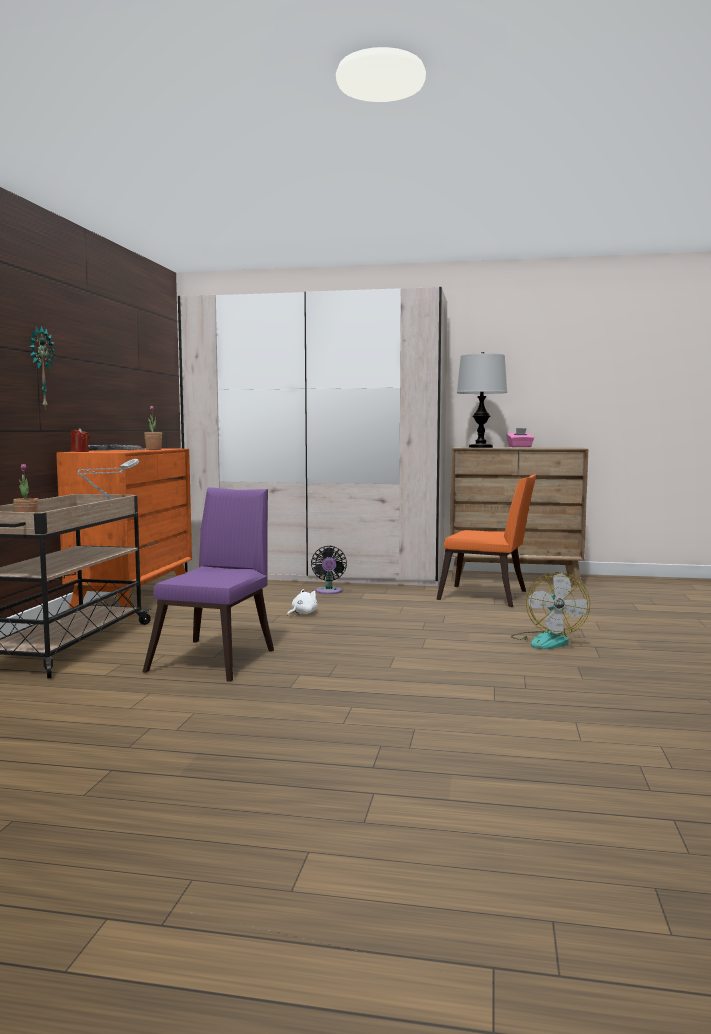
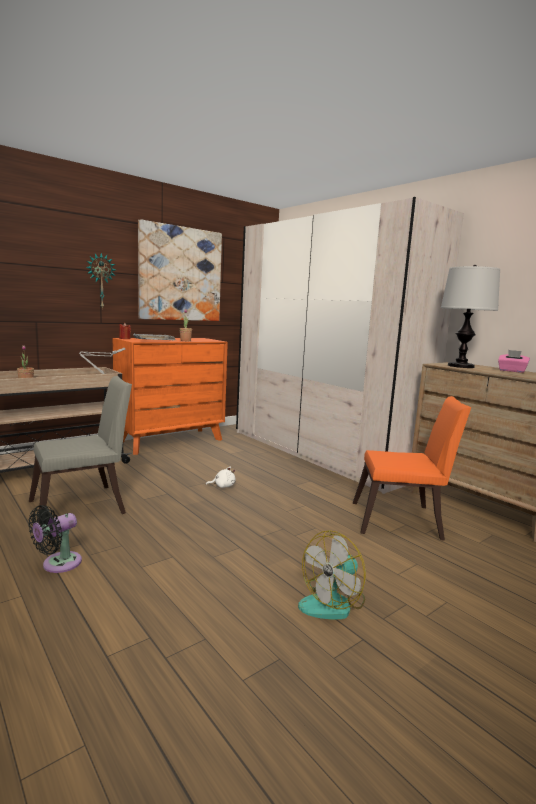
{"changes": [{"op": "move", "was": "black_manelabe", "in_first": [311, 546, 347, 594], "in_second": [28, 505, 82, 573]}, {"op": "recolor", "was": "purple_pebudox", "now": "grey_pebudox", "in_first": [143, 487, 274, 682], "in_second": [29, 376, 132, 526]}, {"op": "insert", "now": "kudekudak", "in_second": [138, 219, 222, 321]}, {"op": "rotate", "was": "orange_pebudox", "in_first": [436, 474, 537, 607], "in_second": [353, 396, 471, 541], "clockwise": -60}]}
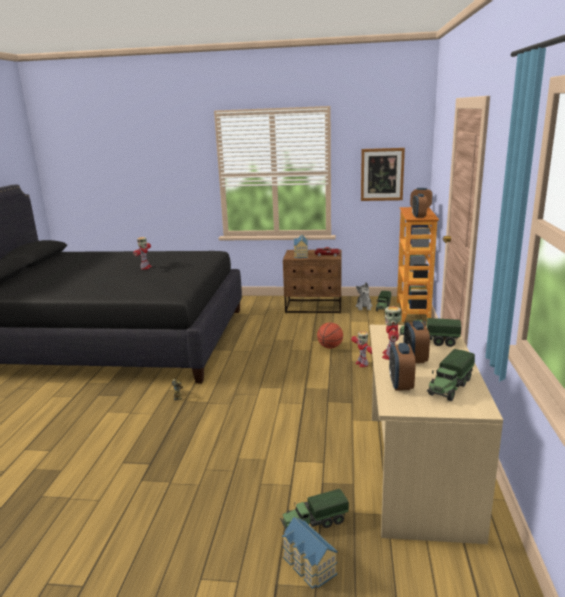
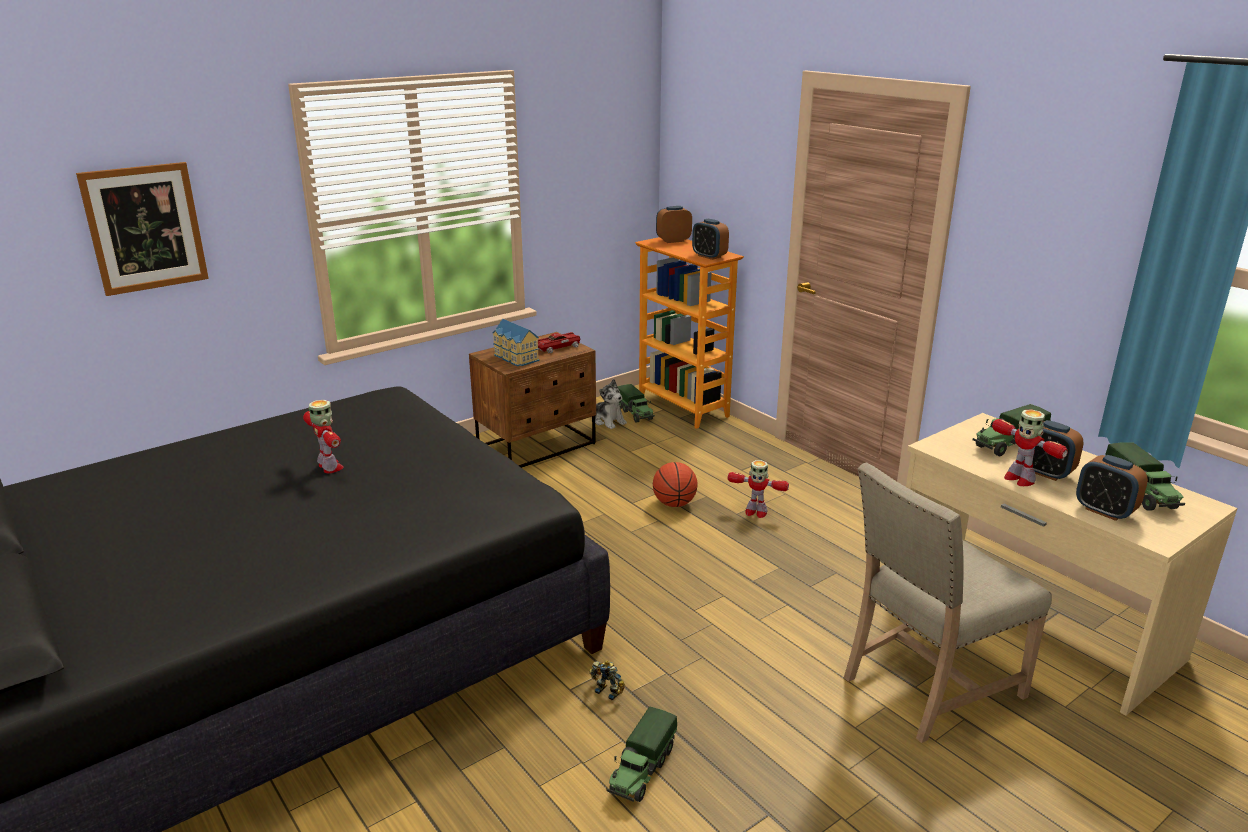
{"changes": [{"op": "move", "was": "kudekudak", "in_first": [361, 148, 405, 201], "in_second": [76, 162, 209, 296]}, {"op": "move", "was": "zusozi", "in_first": [280, 489, 349, 530], "in_second": [607, 707, 677, 802]}, {"op": "insert", "now": "beige_pebudox", "in_second": [844, 462, 1052, 743]}, {"op": "delete", "was": "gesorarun", "in_first": [282, 517, 338, 589]}]}
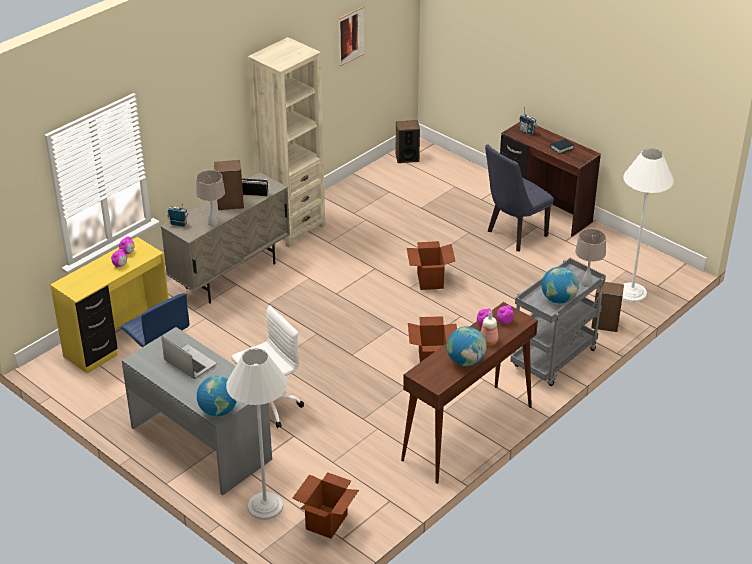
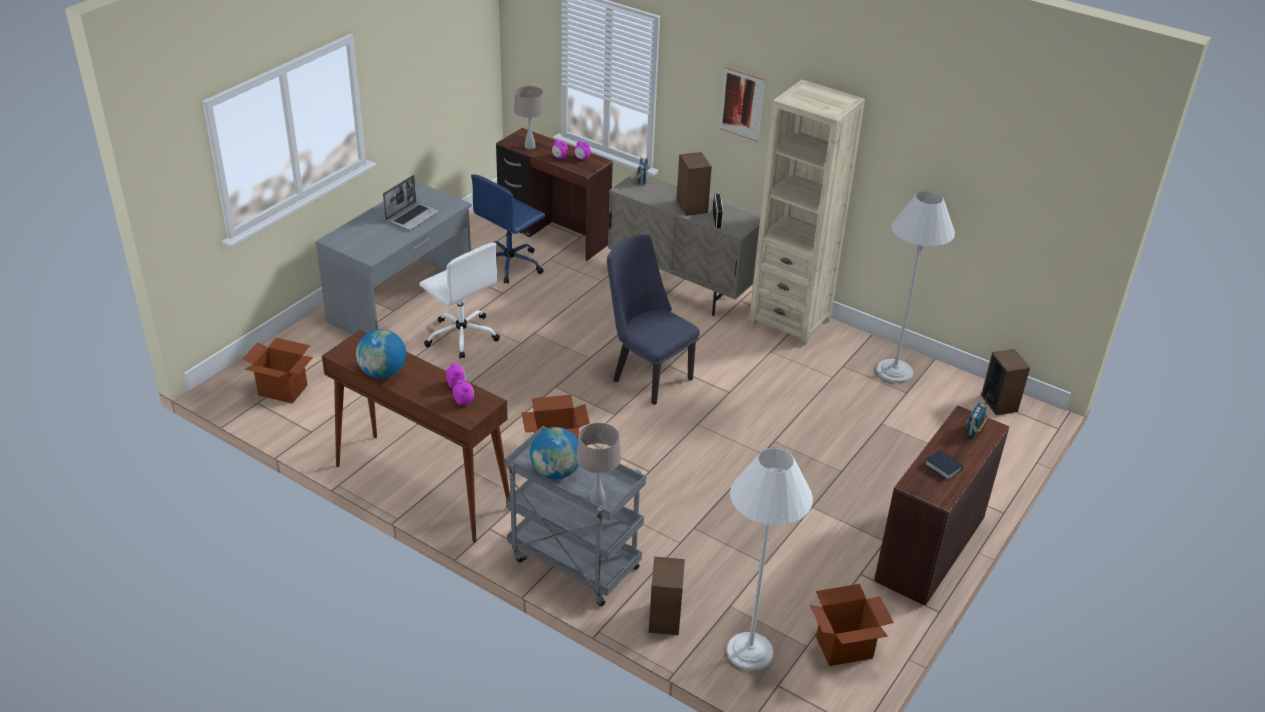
{"changes": [{"op": "recolor", "was": "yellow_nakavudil", "now": "brown_nakavudil", "in_first": [50, 237, 169, 374], "in_second": [496, 128, 613, 261]}, {"op": "move", "was": "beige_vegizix", "in_first": [196, 170, 225, 226], "in_second": [514, 86, 545, 149]}, {"op": "move", "was": "blue_pebudox", "in_first": [485, 145, 554, 251], "in_second": [607, 235, 700, 405]}, {"op": "move", "was": "kudekudak", "in_first": [339, 7, 364, 66], "in_second": [720, 67, 765, 142]}, {"op": "move", "was": "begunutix", "in_first": [407, 241, 455, 290], "in_second": [810, 584, 894, 666]}, {"op": "move", "was": "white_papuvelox", "in_first": [226, 348, 287, 520], "in_second": [876, 190, 955, 383]}, {"op": "delete", "was": "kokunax", "in_first": [197, 376, 237, 416]}, {"op": "delete", "was": "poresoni", "in_first": [481, 310, 498, 346]}]}
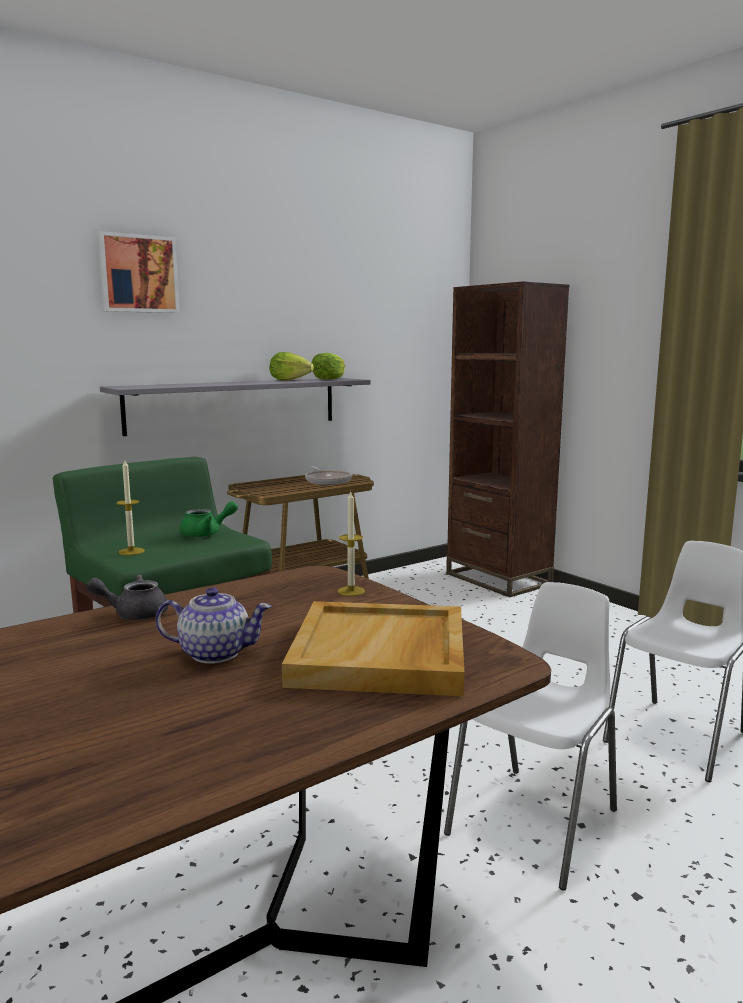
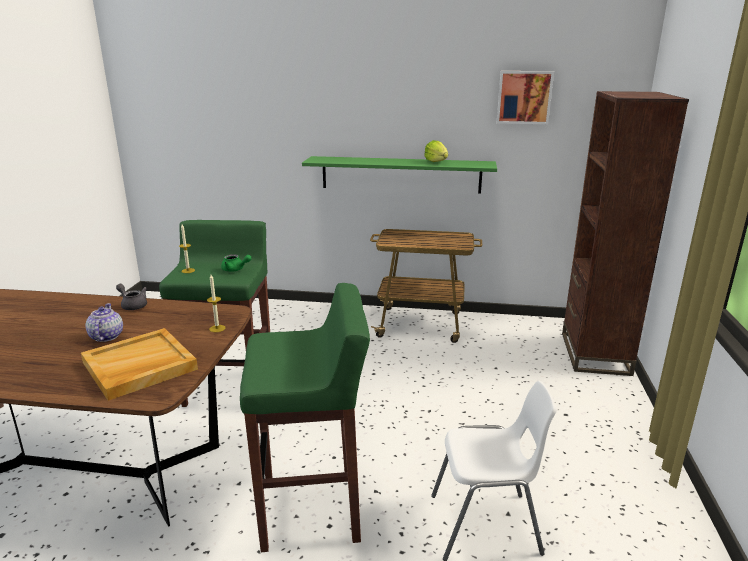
{"changes": [{"op": "rotate", "was": "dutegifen", "in_first": [155, 588, 272, 663], "in_second": [85, 303, 123, 342], "clockwise": -150}, {"op": "replace", "was": "white_pebudox", "now": "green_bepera", "in_first": [444, 582, 617, 891], "in_second": [240, 283, 370, 552]}, {"op": "recolor", "was": "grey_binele", "now": "green_binele", "in_first": [100, 378, 370, 436], "in_second": [302, 156, 497, 194]}, {"op": "move", "was": "kudekudak", "in_first": [97, 231, 180, 313], "in_second": [497, 71, 554, 124]}, {"op": "delete", "was": "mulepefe", "in_first": [305, 466, 352, 485]}, {"op": "delete", "was": "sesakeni", "in_first": [312, 353, 345, 380]}]}
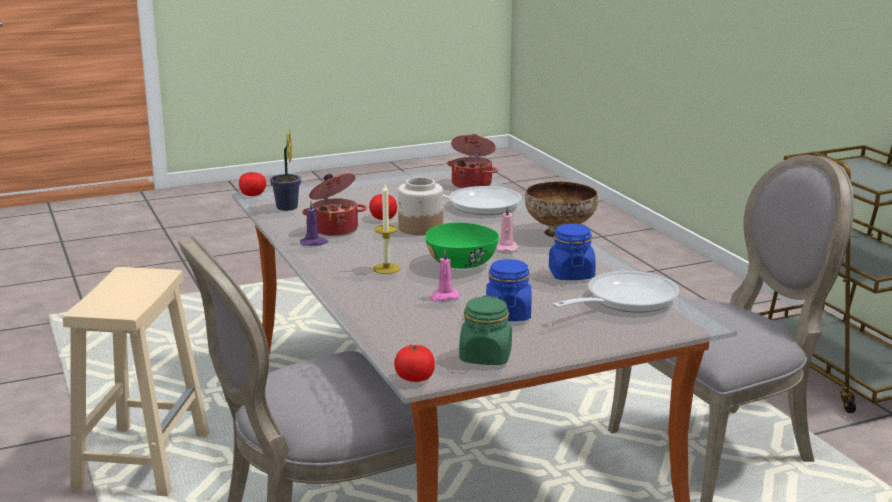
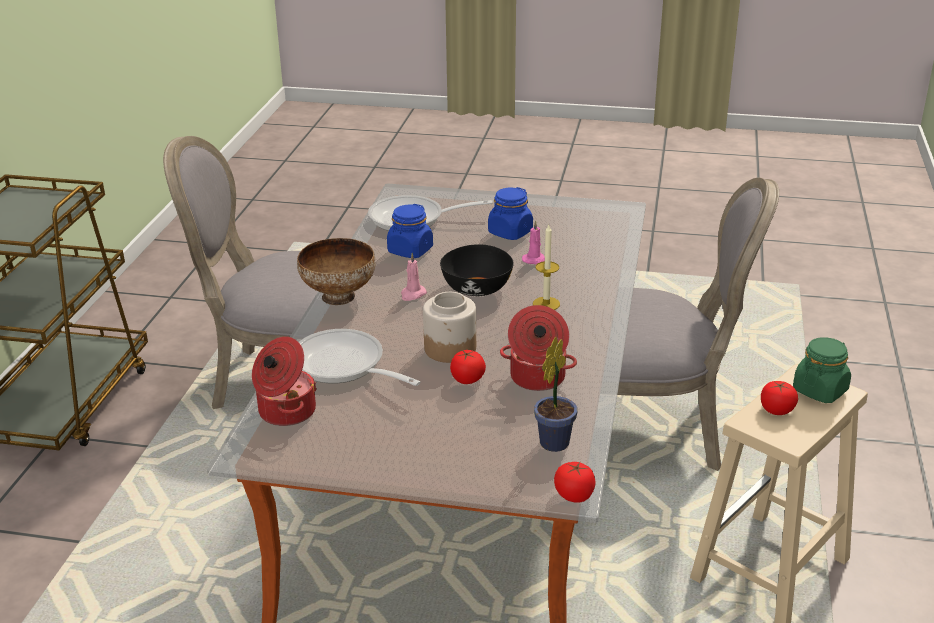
{"changes": [{"op": "recolor", "was": "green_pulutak", "now": "black_pulutak", "in_first": [425, 222, 499, 269], "in_second": [440, 244, 514, 296]}, {"op": "move", "was": "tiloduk", "in_first": [394, 345, 435, 382], "in_second": [761, 381, 798, 415]}, {"op": "move", "was": "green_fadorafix", "in_first": [459, 296, 512, 365], "in_second": [793, 337, 851, 403]}, {"op": "delete", "was": "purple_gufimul", "in_first": [300, 200, 328, 246]}]}
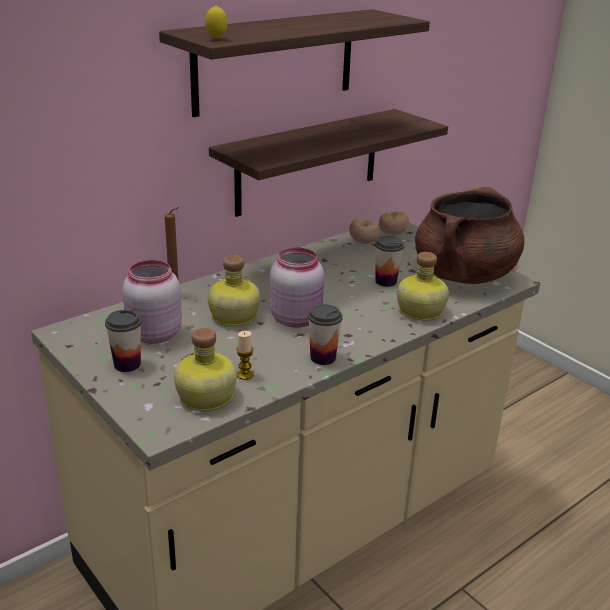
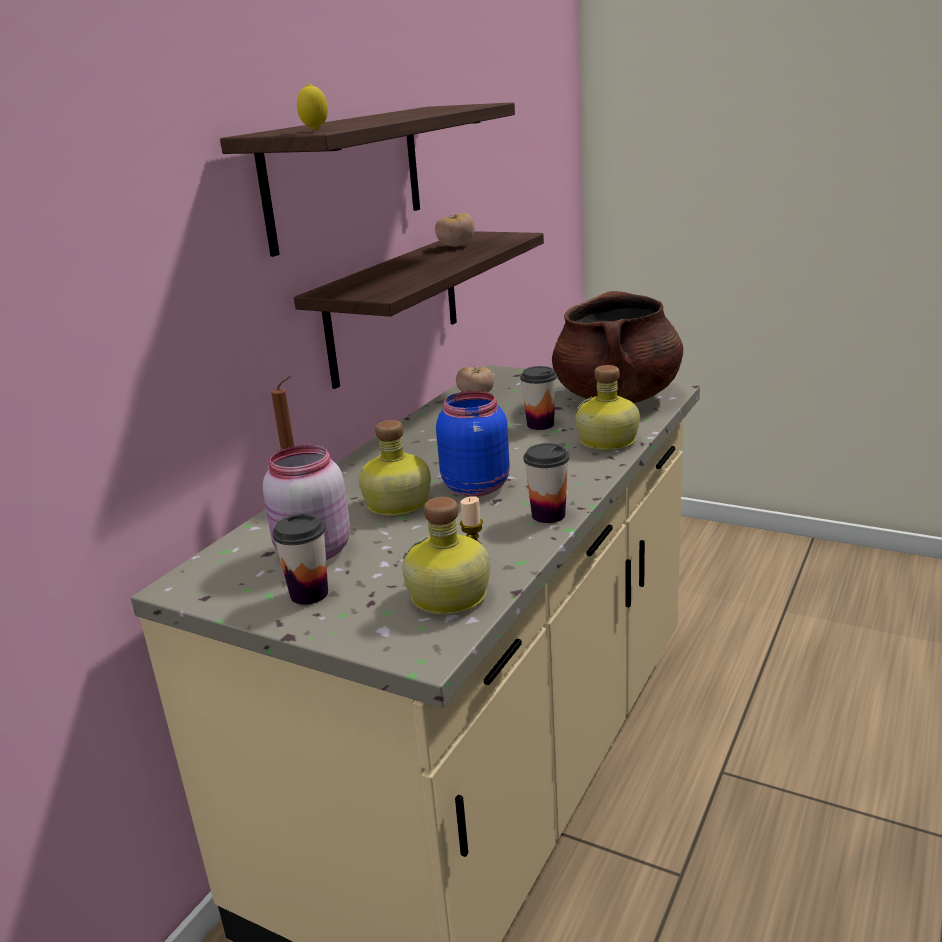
{"changes": [{"op": "move", "was": "tiloduk", "in_first": [379, 211, 409, 235], "in_second": [435, 213, 475, 247]}, {"op": "recolor", "was": "pink_fadorafix", "now": "blue_fadorafix", "in_first": [270, 248, 324, 328], "in_second": [436, 391, 510, 496]}]}
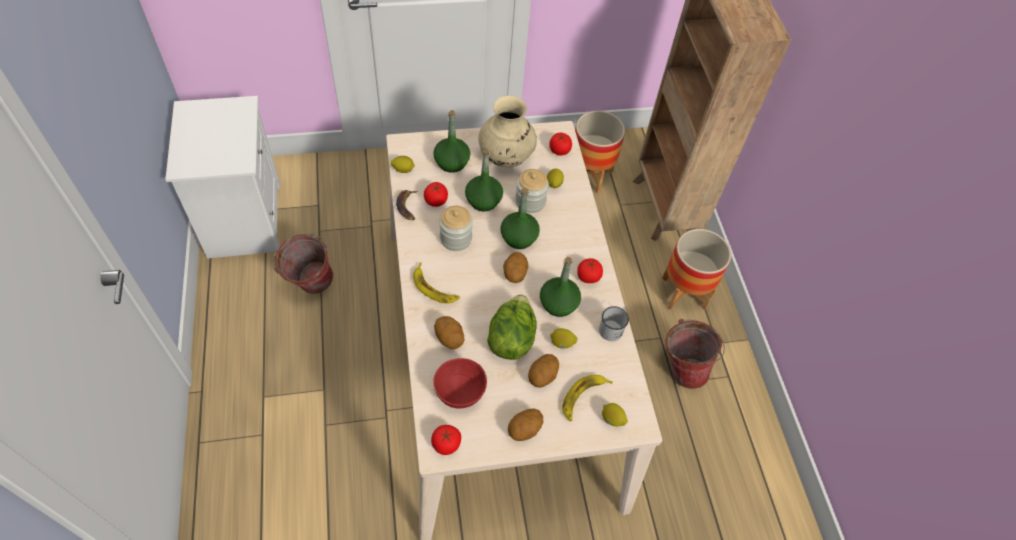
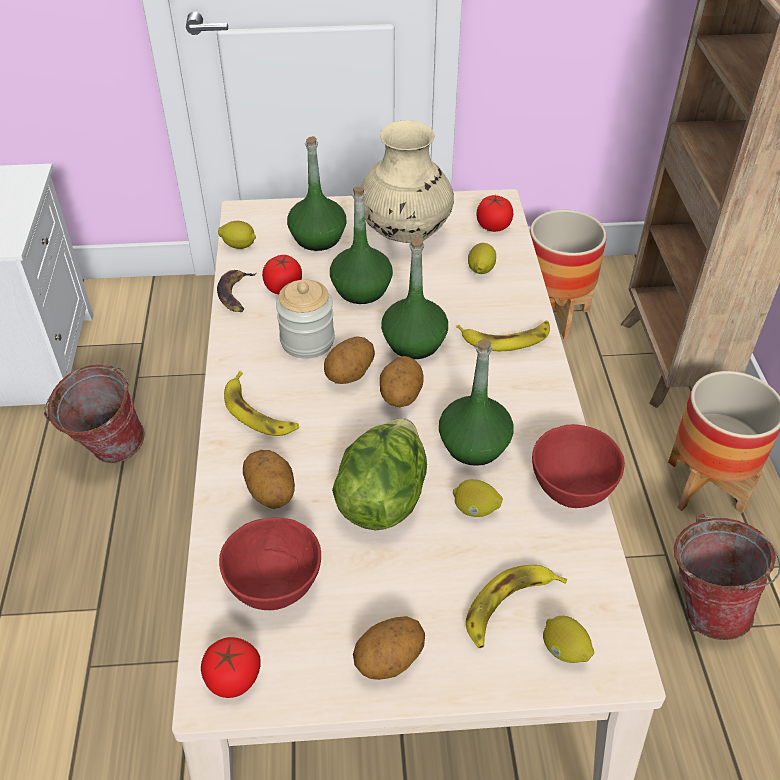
{"changes": [{"op": "move", "was": "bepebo", "in_first": [528, 354, 559, 388], "in_second": [324, 336, 375, 384]}, {"op": "insert", "now": "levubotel", "in_second": [456, 321, 550, 351]}, {"op": "replace", "was": "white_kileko", "now": "red_pulutak", "in_first": [599, 306, 629, 341], "in_second": [532, 424, 625, 508]}, {"op": "delete", "was": "fadorafix", "in_first": [515, 169, 549, 213]}, {"op": "delete", "was": "tiloduk", "in_first": [577, 258, 603, 283]}]}
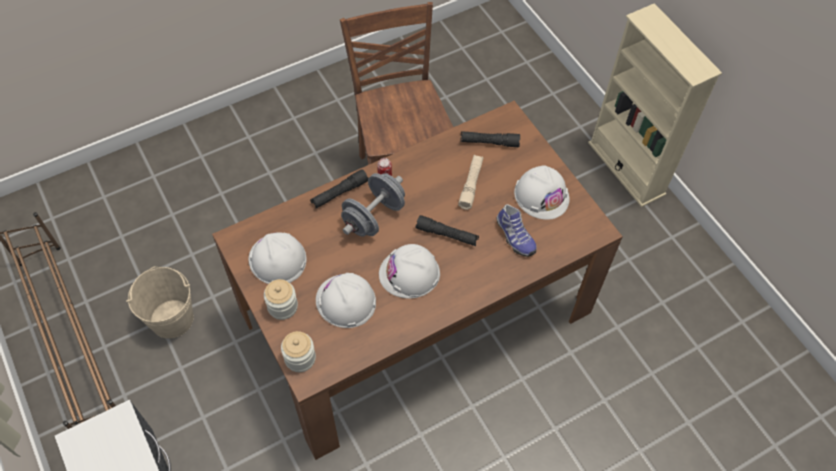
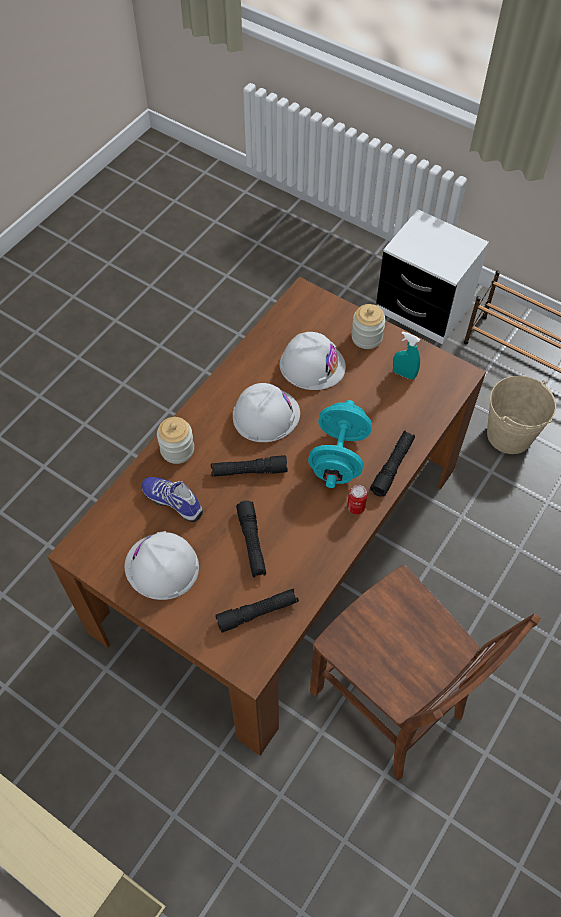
{"changes": [{"op": "move", "was": "fadorafix", "in_first": [281, 331, 316, 372], "in_second": [157, 417, 194, 464]}, {"op": "recolor", "was": "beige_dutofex", "now": "black_dutofex", "in_first": [458, 155, 483, 210], "in_second": [236, 500, 266, 578]}, {"op": "recolor", "was": "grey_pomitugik", "now": "turquoise_pomitugik", "in_first": [341, 173, 405, 237], "in_second": [308, 400, 372, 488]}, {"op": "replace", "was": "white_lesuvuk", "now": "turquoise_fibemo", "in_first": [249, 232, 307, 284], "in_second": [393, 331, 420, 380]}]}
